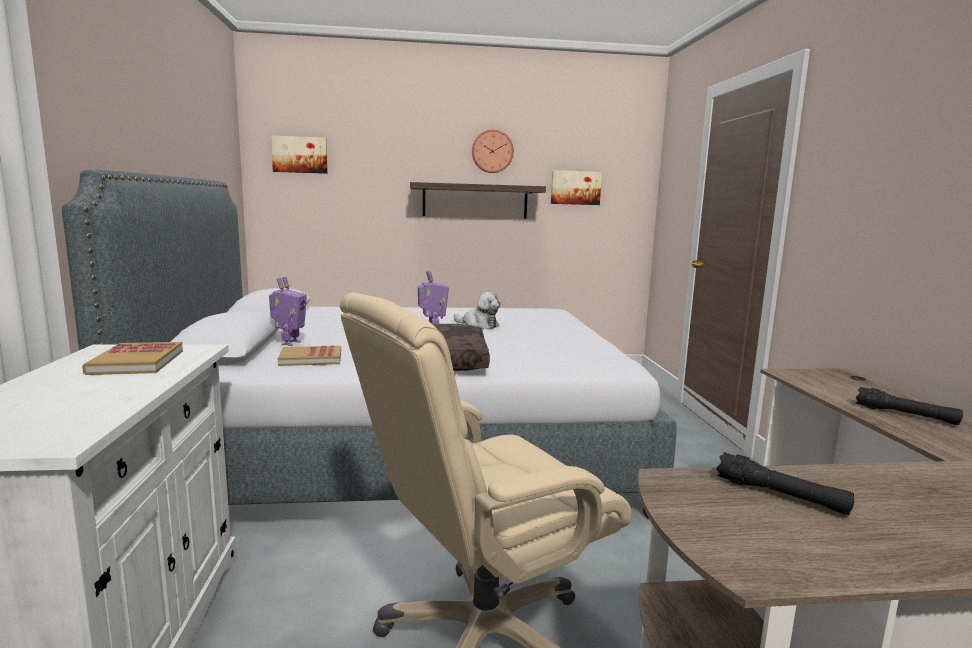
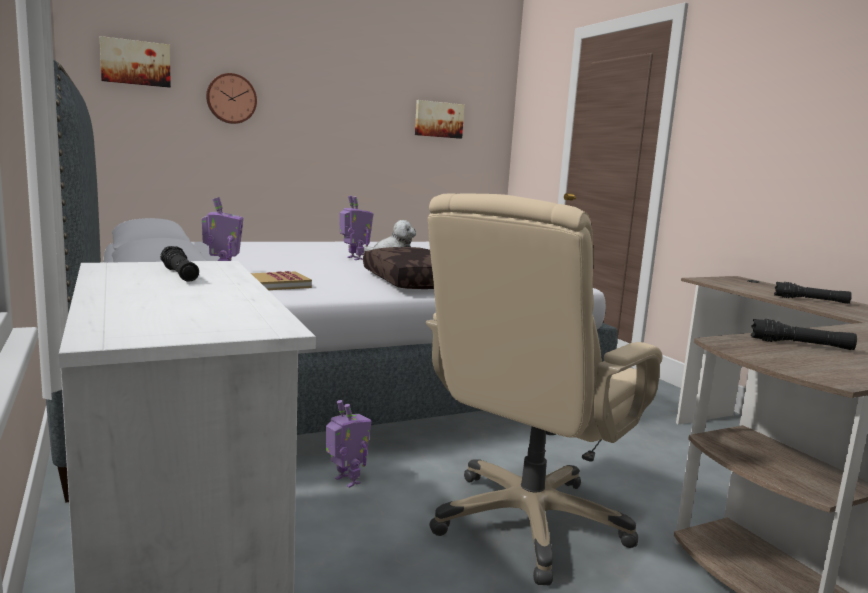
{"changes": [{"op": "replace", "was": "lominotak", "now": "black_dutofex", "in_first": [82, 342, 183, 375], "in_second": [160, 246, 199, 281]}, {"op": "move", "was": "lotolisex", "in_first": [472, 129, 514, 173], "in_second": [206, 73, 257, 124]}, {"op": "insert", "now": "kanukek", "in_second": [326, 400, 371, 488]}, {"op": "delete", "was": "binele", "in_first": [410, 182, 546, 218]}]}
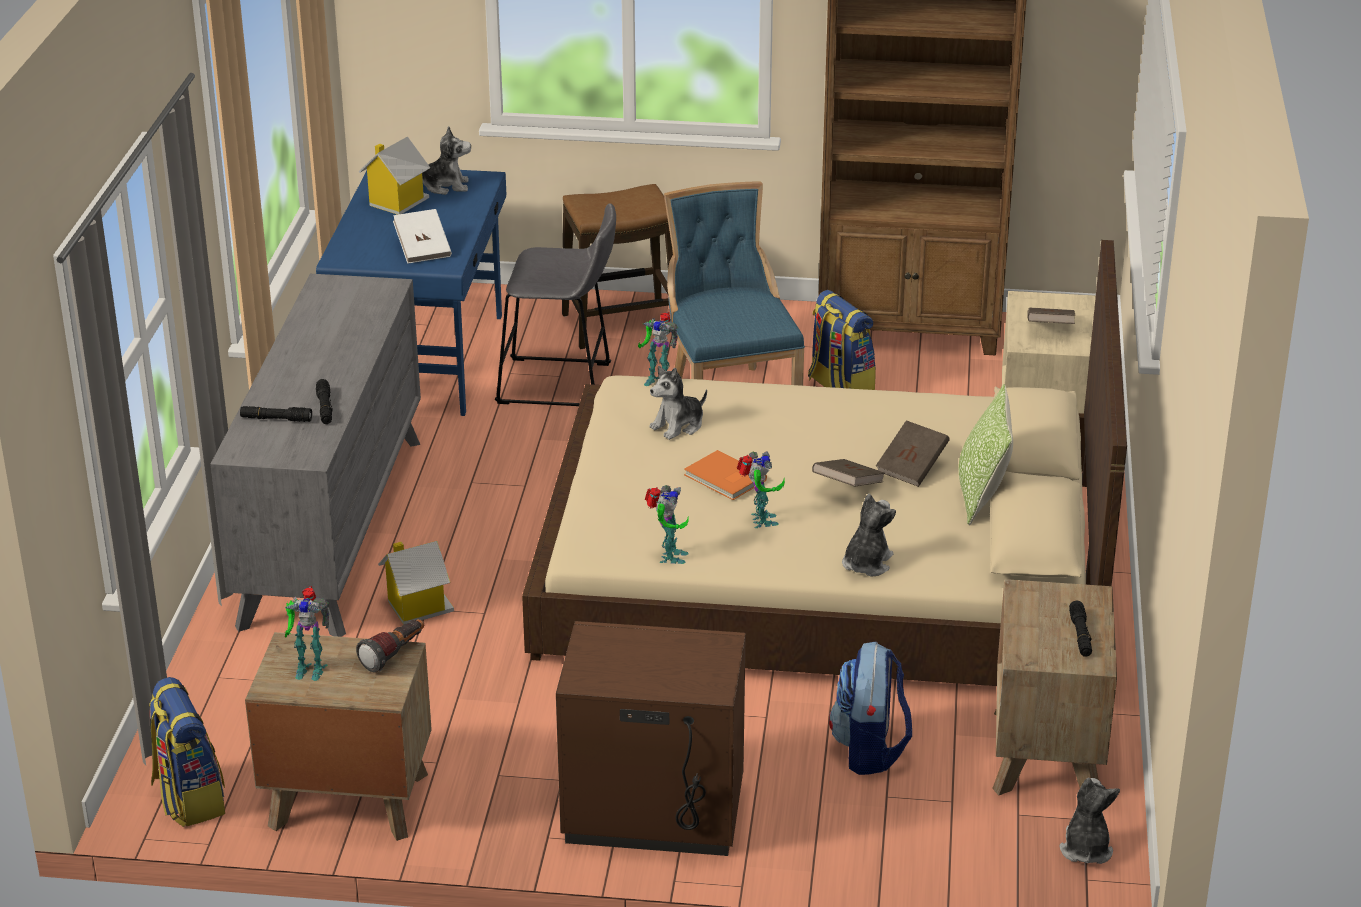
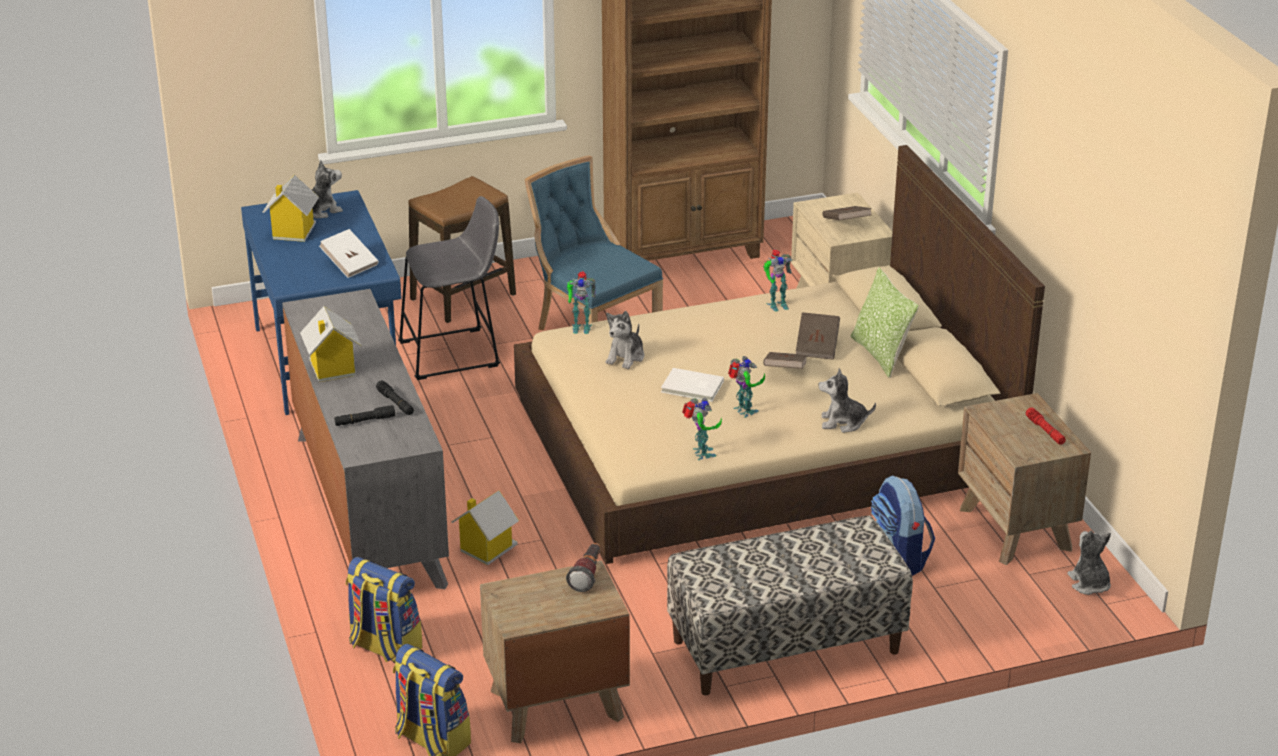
{"changes": [{"op": "insert", "now": "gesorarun", "in_second": [300, 306, 361, 382]}, {"op": "move", "was": "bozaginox", "in_first": [808, 290, 876, 390], "in_second": [346, 557, 422, 663]}, {"op": "recolor", "was": "orange_lominotak", "now": "white_lominotak", "in_first": [684, 450, 767, 500], "in_second": [661, 368, 724, 402]}, {"op": "replace", "was": "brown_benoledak", "now": "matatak", "in_first": [556, 621, 746, 856], "in_second": [667, 516, 913, 695]}, {"op": "move", "was": "kanukek", "in_first": [285, 586, 329, 681], "in_second": [763, 249, 792, 312]}, {"op": "rotate", "was": "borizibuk", "in_first": [842, 494, 896, 576], "in_second": [819, 368, 876, 433], "clockwise": -90}, {"op": "recolor", "was": "black_dutofex", "now": "red_dutofex", "in_first": [1069, 601, 1092, 657], "in_second": [1026, 407, 1066, 445]}]}
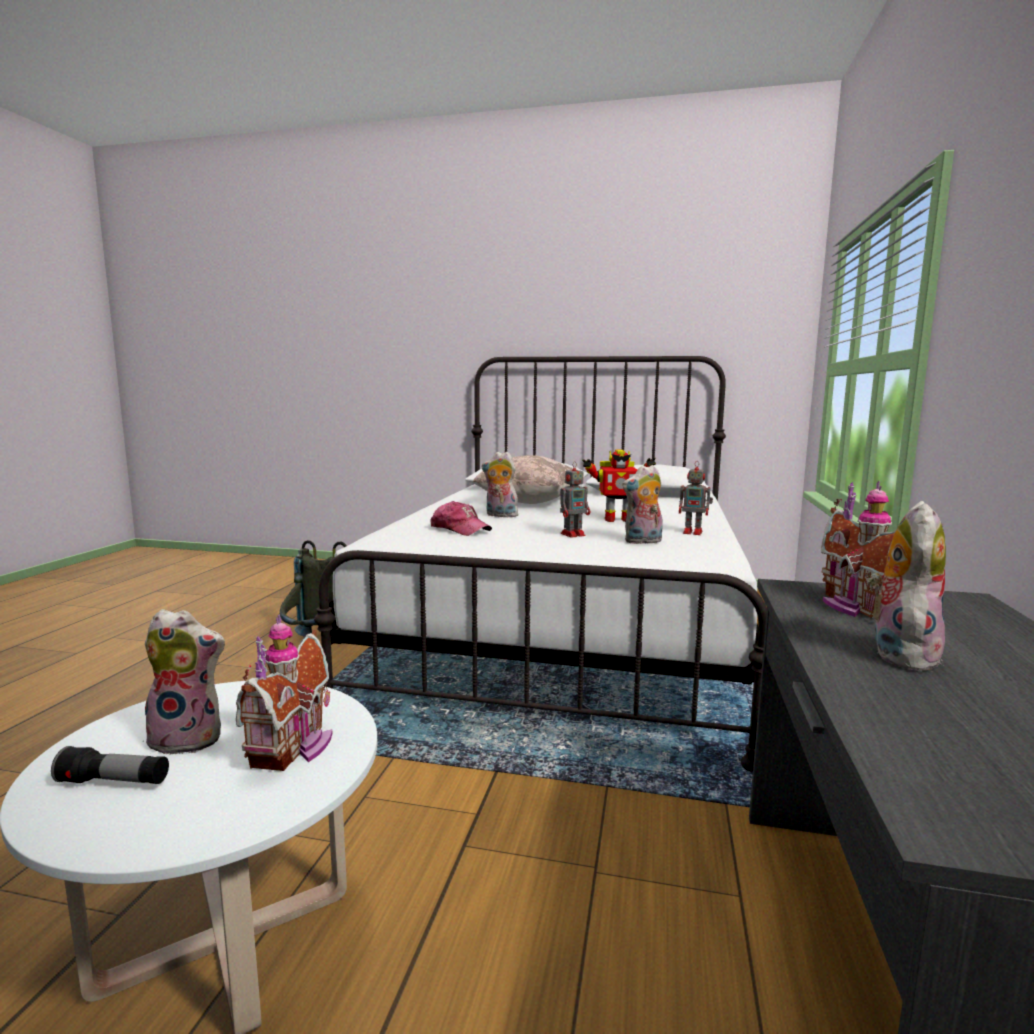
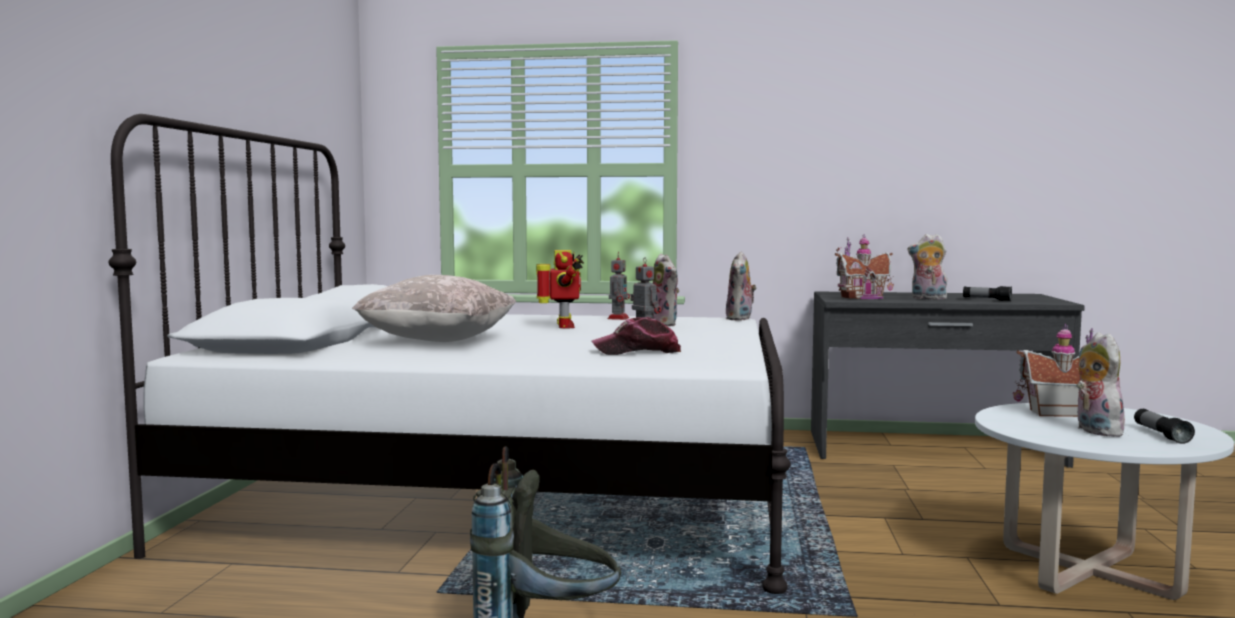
{"changes": [{"op": "rotate", "was": "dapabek", "in_first": [431, 501, 492, 536], "in_second": [592, 317, 681, 355], "clockwise": -135}, {"op": "move", "was": "borizibuk", "in_first": [482, 452, 518, 517], "in_second": [726, 252, 757, 321]}, {"op": "insert", "now": "dutofex", "in_second": [963, 286, 1012, 301]}]}
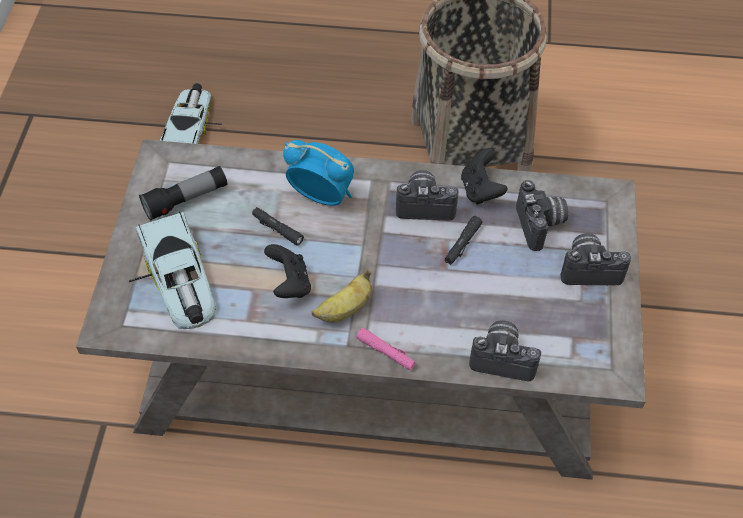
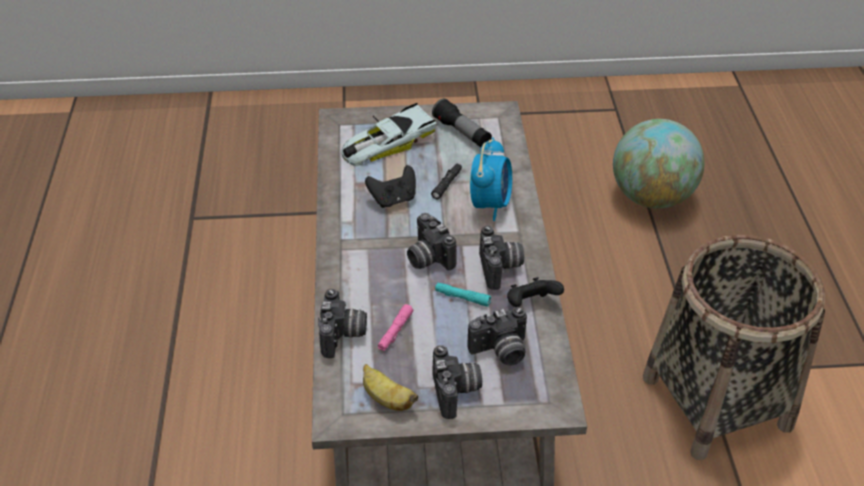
{"changes": [{"op": "move", "was": "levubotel", "in_first": [312, 270, 372, 323], "in_second": [363, 364, 418, 411]}, {"op": "move", "was": "pink_dutofex", "in_first": [356, 328, 415, 370], "in_second": [378, 304, 413, 351]}, {"op": "insert", "now": "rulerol", "in_second": [407, 213, 456, 270]}, {"op": "recolor", "was": "black_dutofex", "now": "turquoise_dutofex", "in_first": [445, 216, 482, 265], "in_second": [435, 282, 491, 307]}, {"op": "replace", "was": "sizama", "now": "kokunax", "in_first": [160, 83, 222, 144], "in_second": [613, 119, 705, 209]}]}
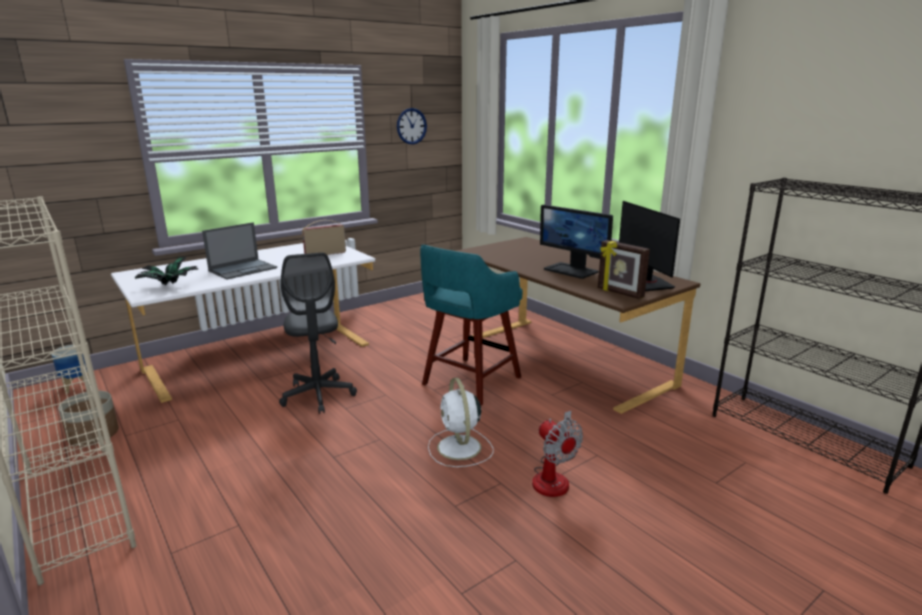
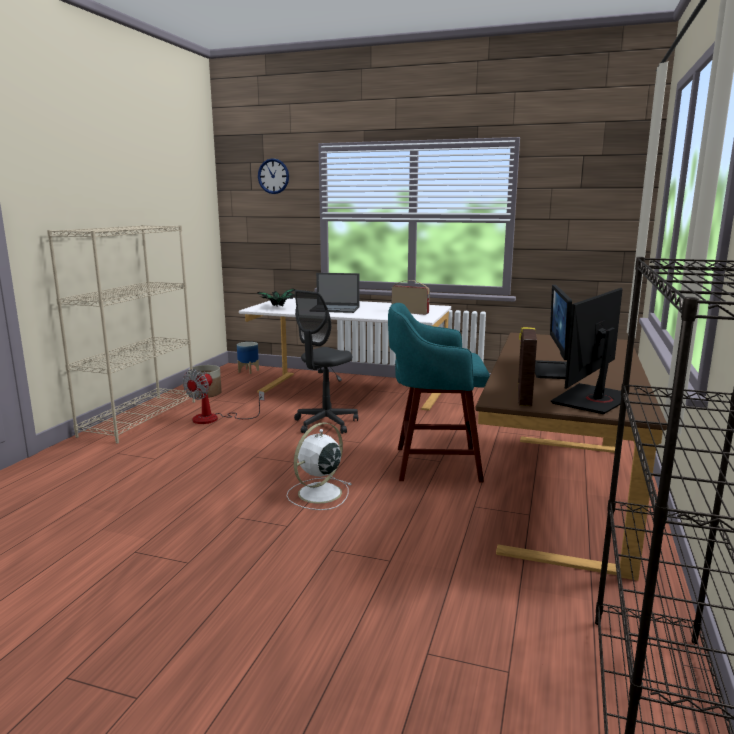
{"changes": [{"op": "move", "was": "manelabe", "in_first": [532, 411, 583, 497], "in_second": [182, 369, 265, 424]}, {"op": "move", "was": "lotolisex", "in_first": [397, 108, 427, 144], "in_second": [258, 158, 289, 194]}]}
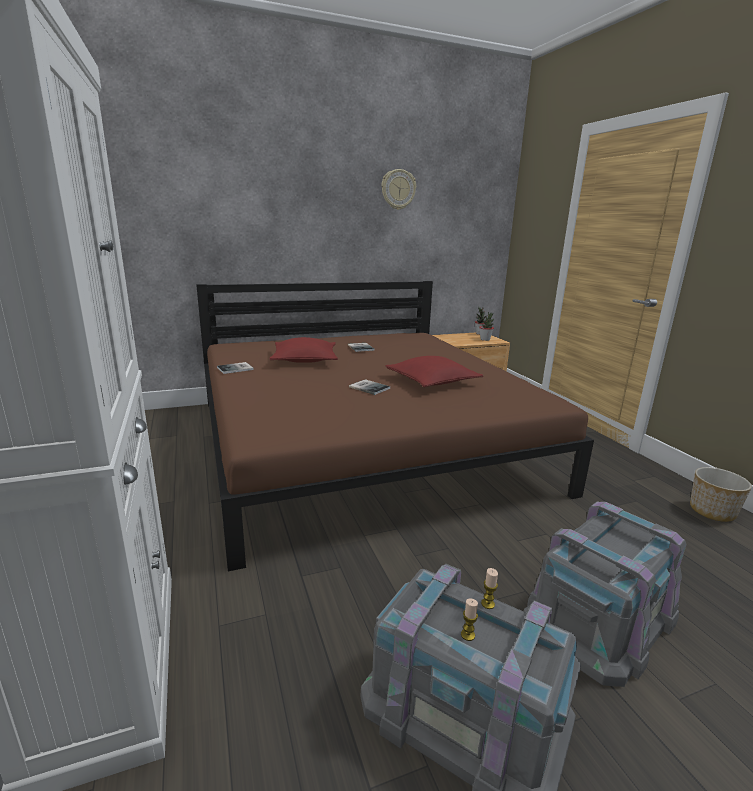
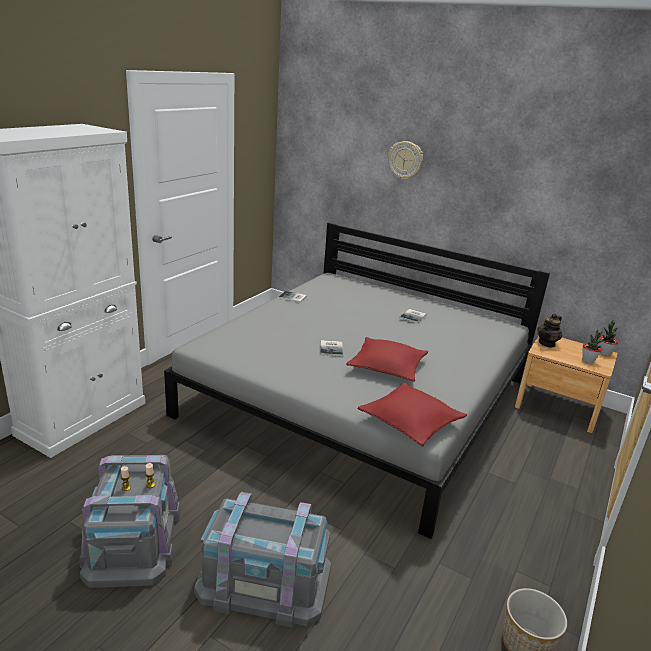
{"changes": [{"op": "recolor", "was": "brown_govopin", "now": "grey_govopin", "in_first": [196, 281, 594, 572], "in_second": [164, 222, 550, 539]}, {"op": "move", "was": "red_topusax", "in_first": [269, 337, 338, 363], "in_second": [357, 383, 467, 446]}, {"op": "move", "was": "lotolisex", "in_first": [382, 169, 416, 210], "in_second": [388, 141, 423, 180]}, {"op": "insert", "now": "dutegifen", "in_second": [537, 313, 562, 348]}]}
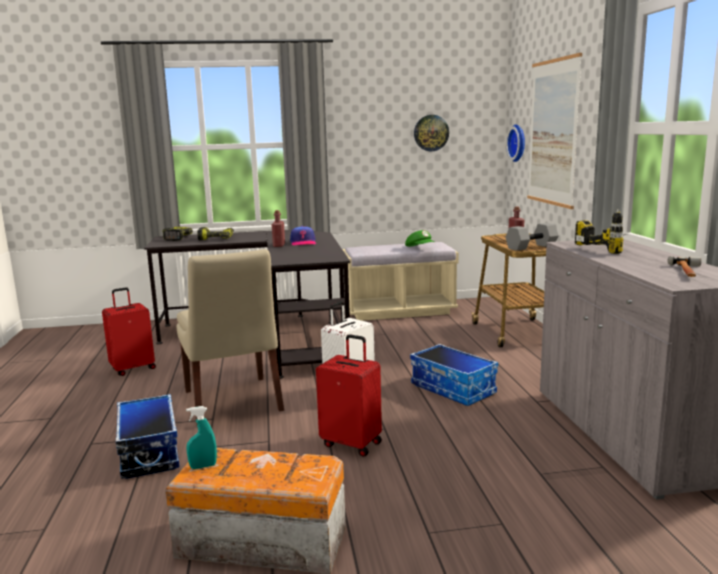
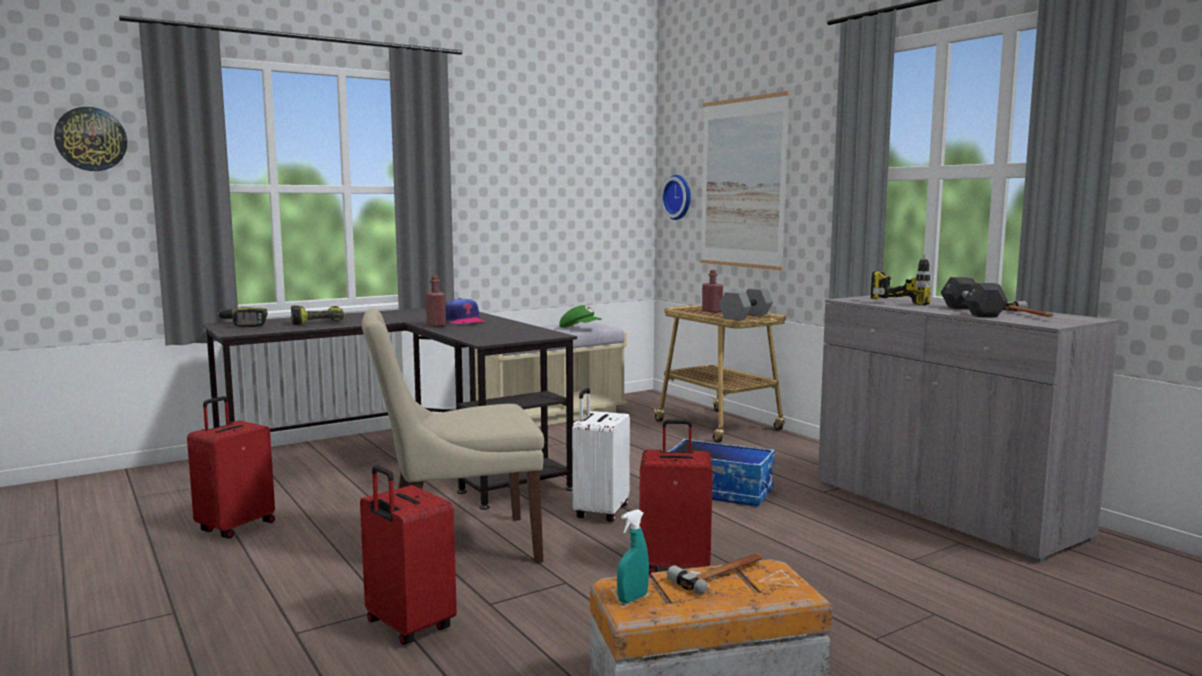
{"changes": [{"op": "move", "was": "lotolisex", "in_first": [414, 115, 449, 151], "in_second": [54, 107, 127, 171]}, {"op": "replace", "was": "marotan", "now": "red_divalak", "in_first": [116, 394, 180, 479], "in_second": [360, 465, 457, 645]}, {"op": "rotate", "was": "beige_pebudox", "in_first": [177, 249, 284, 424], "in_second": [362, 309, 544, 563], "clockwise": 120}, {"op": "insert", "now": "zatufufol", "in_second": [667, 553, 763, 595]}, {"op": "insert", "now": "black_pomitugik", "in_second": [941, 277, 1008, 317]}]}
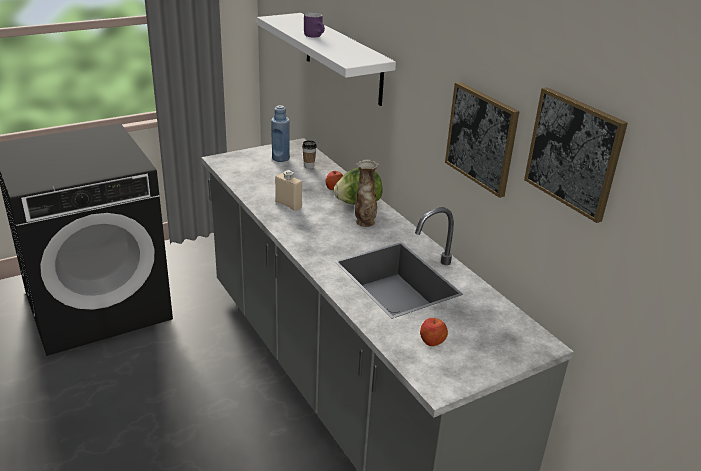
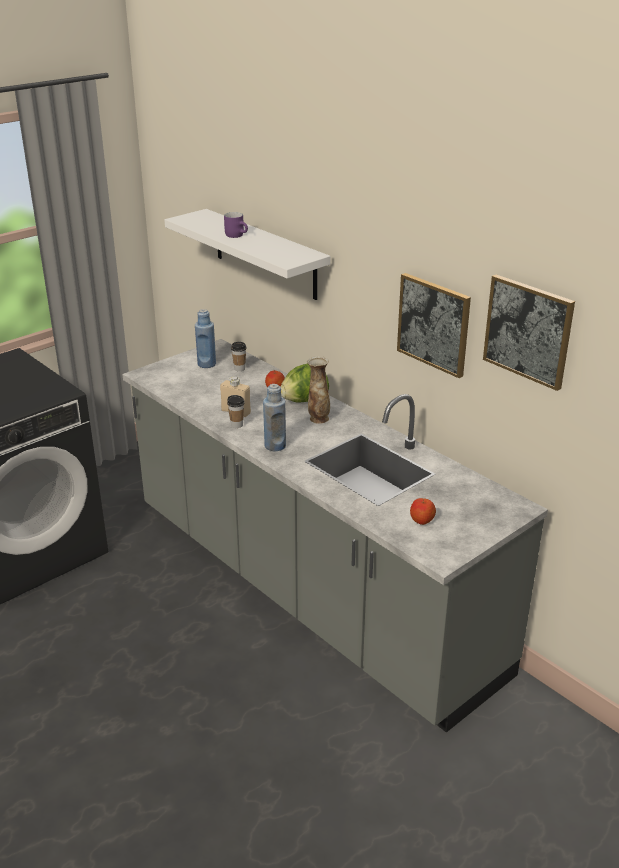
{"changes": [{"op": "insert", "now": "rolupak", "in_second": [227, 395, 245, 428]}, {"op": "insert", "now": "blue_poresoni", "in_second": [263, 384, 286, 451]}]}
